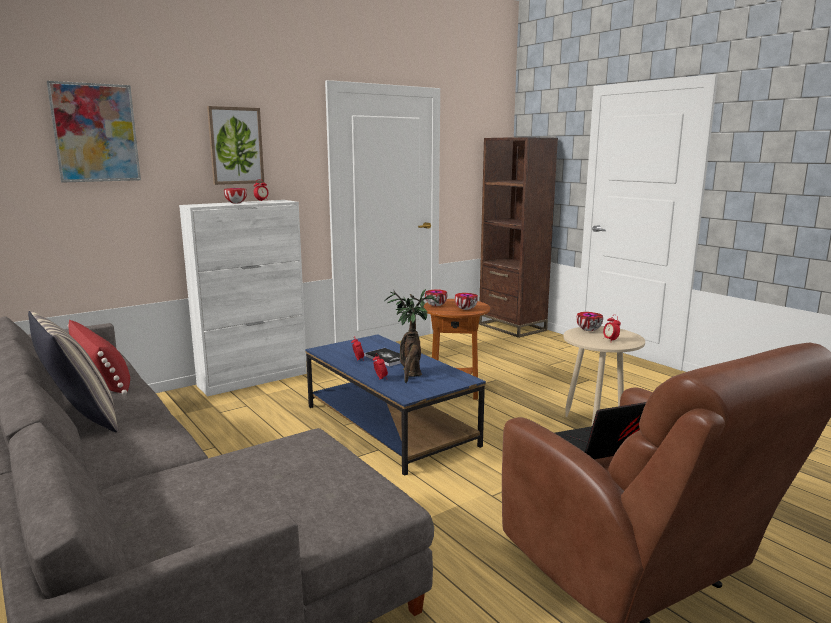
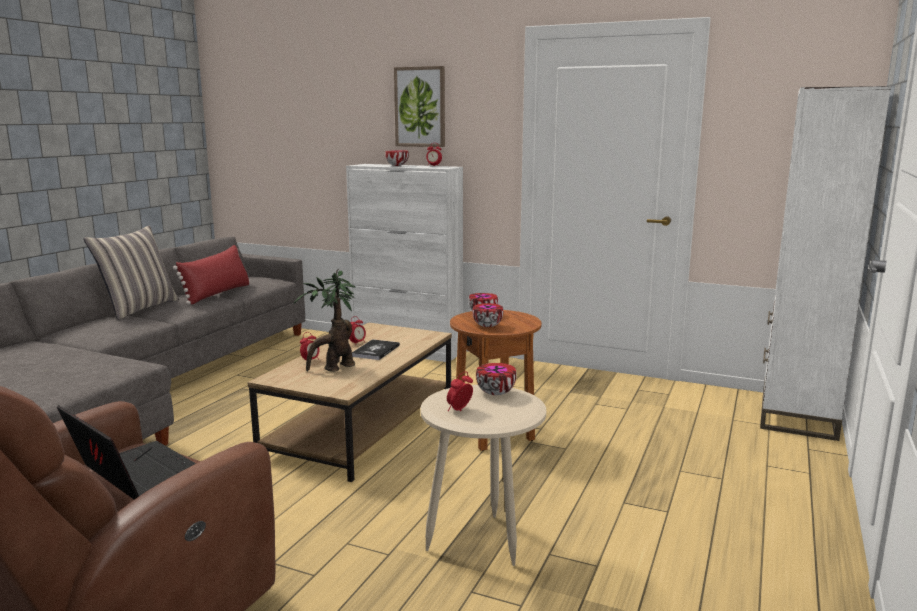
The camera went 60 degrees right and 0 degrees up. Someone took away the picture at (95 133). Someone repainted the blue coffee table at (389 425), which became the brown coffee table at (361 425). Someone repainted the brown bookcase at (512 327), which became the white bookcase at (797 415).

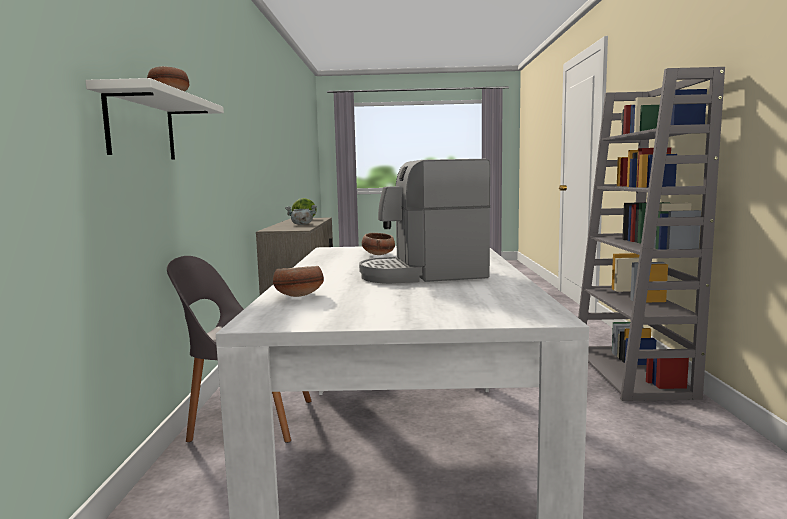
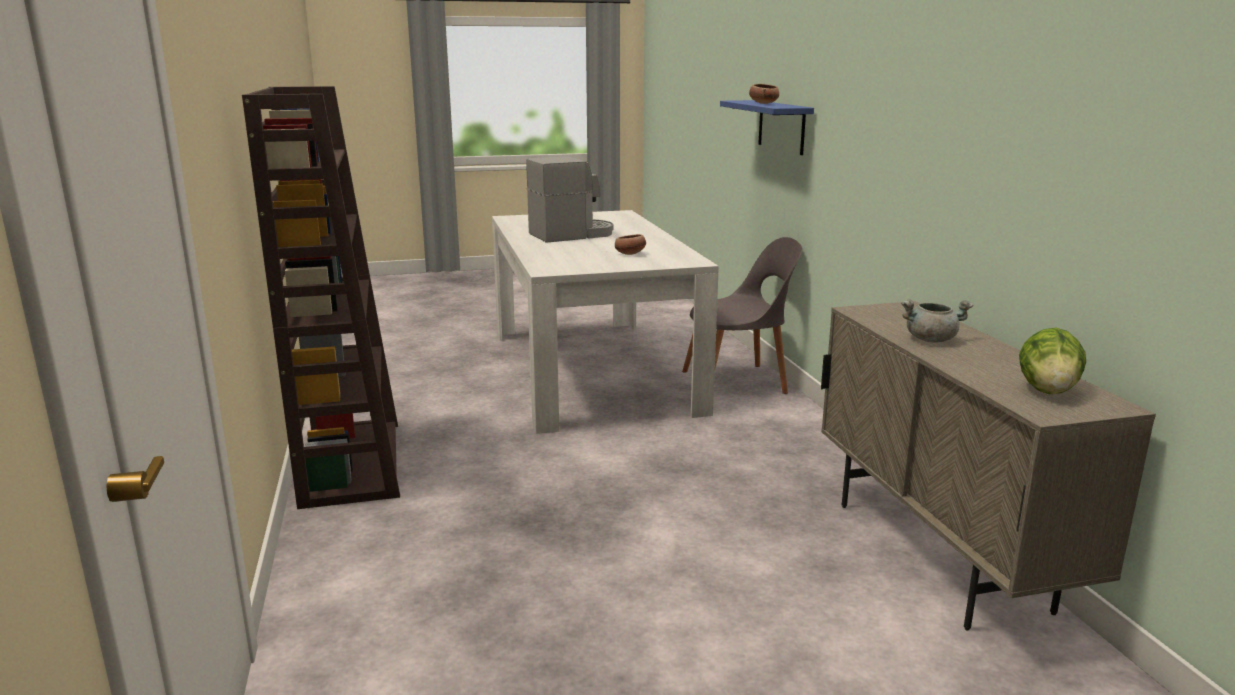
The camera went 165 degrees right and 10 degrees up. Someone took away the bowl at (298 296). Someone repainted the white shelf at (141 127), which became the blue shelf at (781 126). Someone repainted the grey bookcase at (632 373), which became the brown bookcase at (350 462).

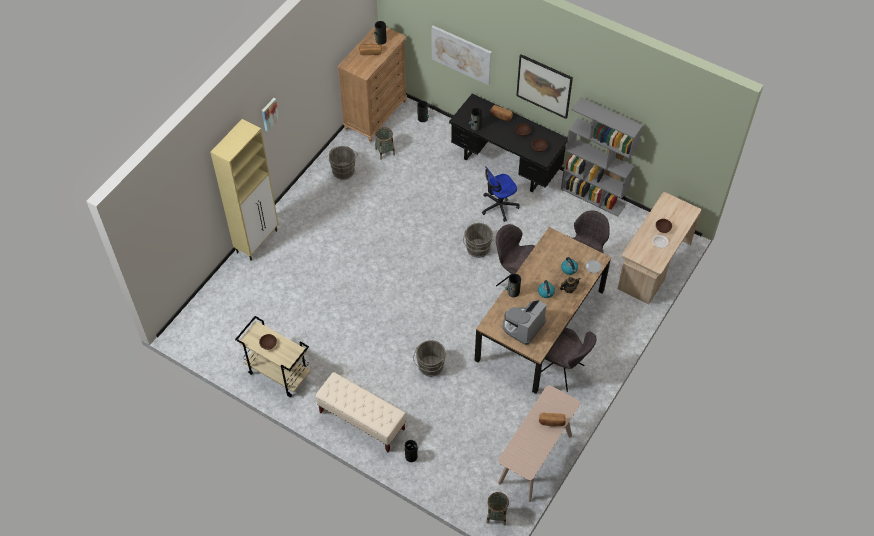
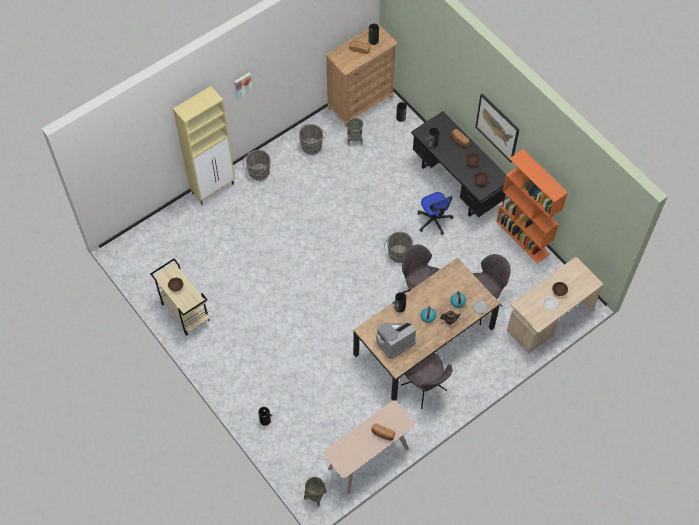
The camera went 20 degrees right and 5 degrees up. Someone took away the beige bench at (362 421). Someone took away the picture at (461 54). Someone carried the grey bucket from (430 367) to (258 173). Someone repainted the grey bookcase at (593 196), which became the orange bookcase at (523 237). Someone rotated the office chair at (499 206) by 105 degrees counterclockwise.

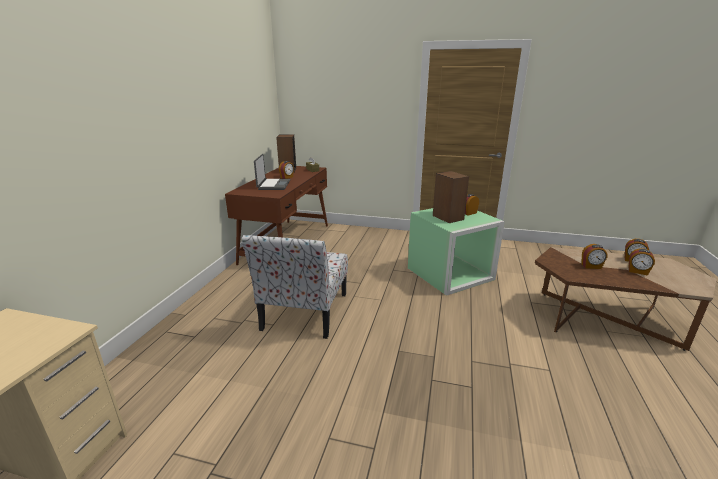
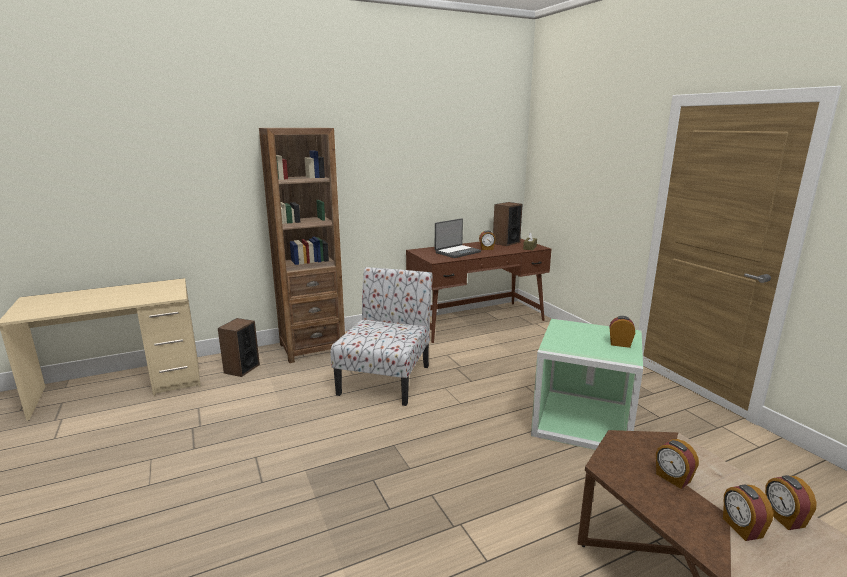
The camera went 50 degrees right and 5 degrees down. Someone put down the brown bookcase at (312 348). Someone carried the speaker from (448 217) to (241 369). Someone rotated the chair at (304 312) by 135 degrees clockwise.

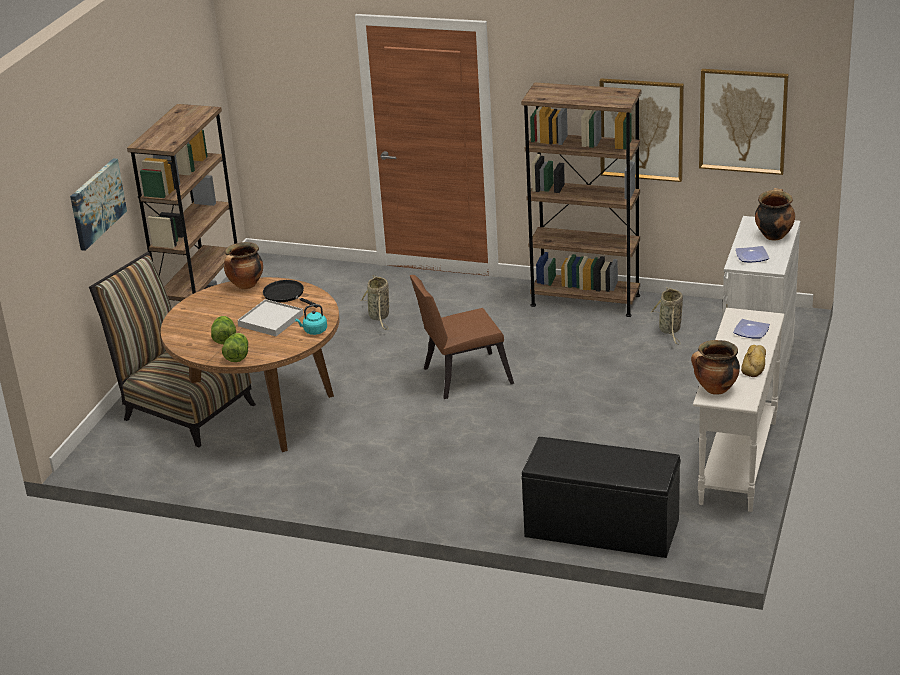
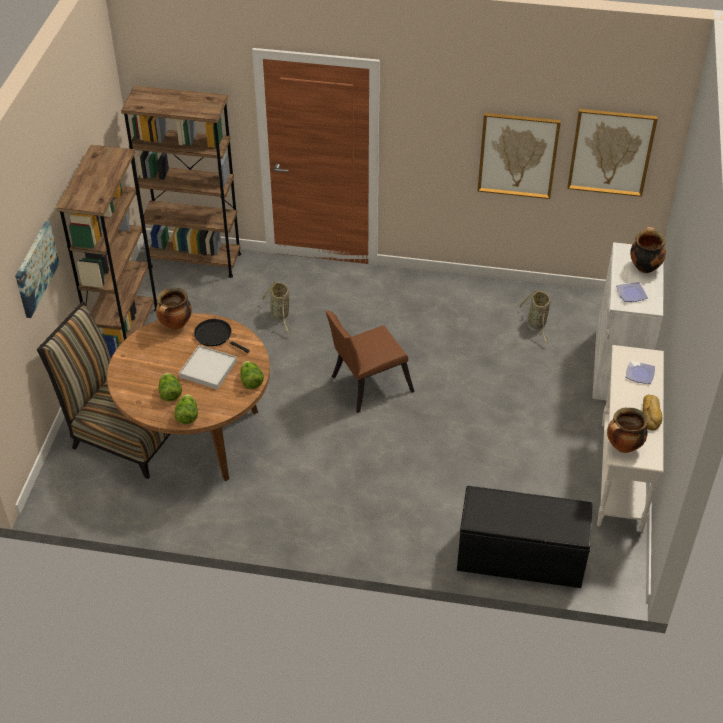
The camera went 10 degrees left and 15 degrees up. Someone carried the brown bookcase from (585 300) to (194 260). Someone swapped the turquoise kettle at (314 331) for the lettuce at (251 381).

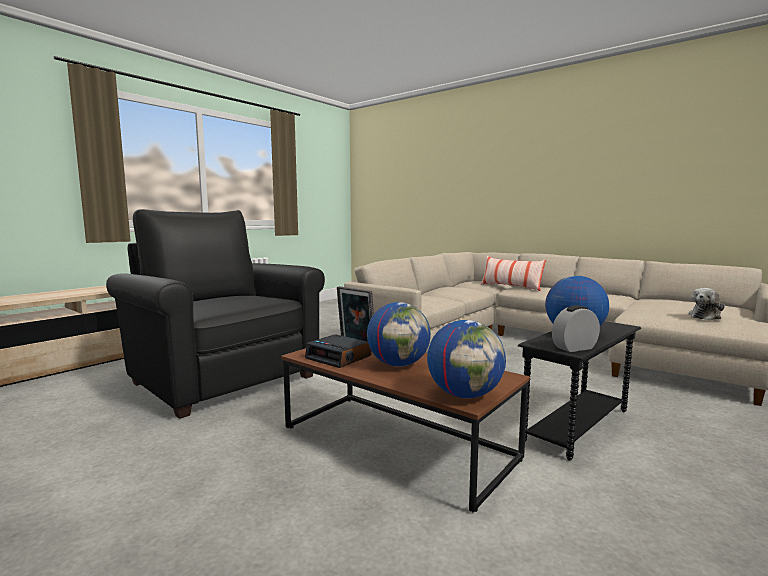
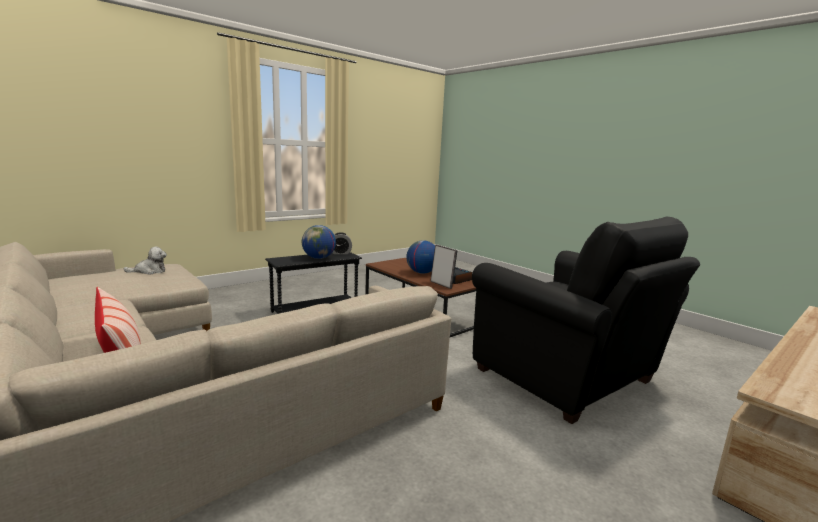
The camera went 170 degrees left and 5 degrees up. Someone took away the globe at (465 395).

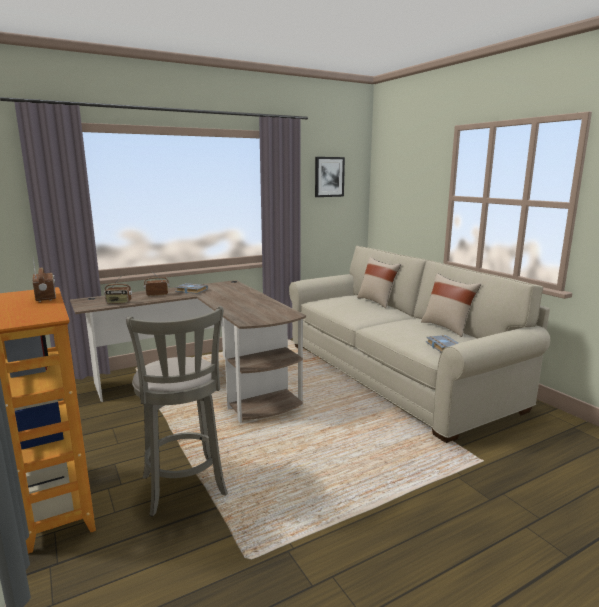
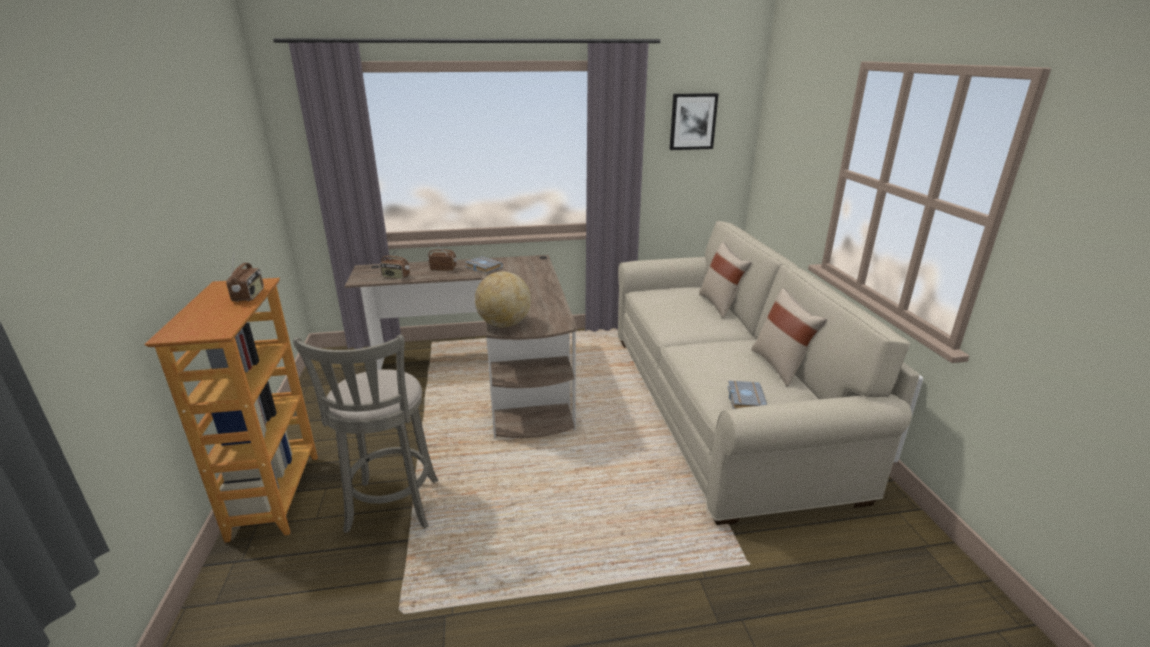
The camera went 20 degrees right and 10 degrees up. Someone put down the globe at (504 324).

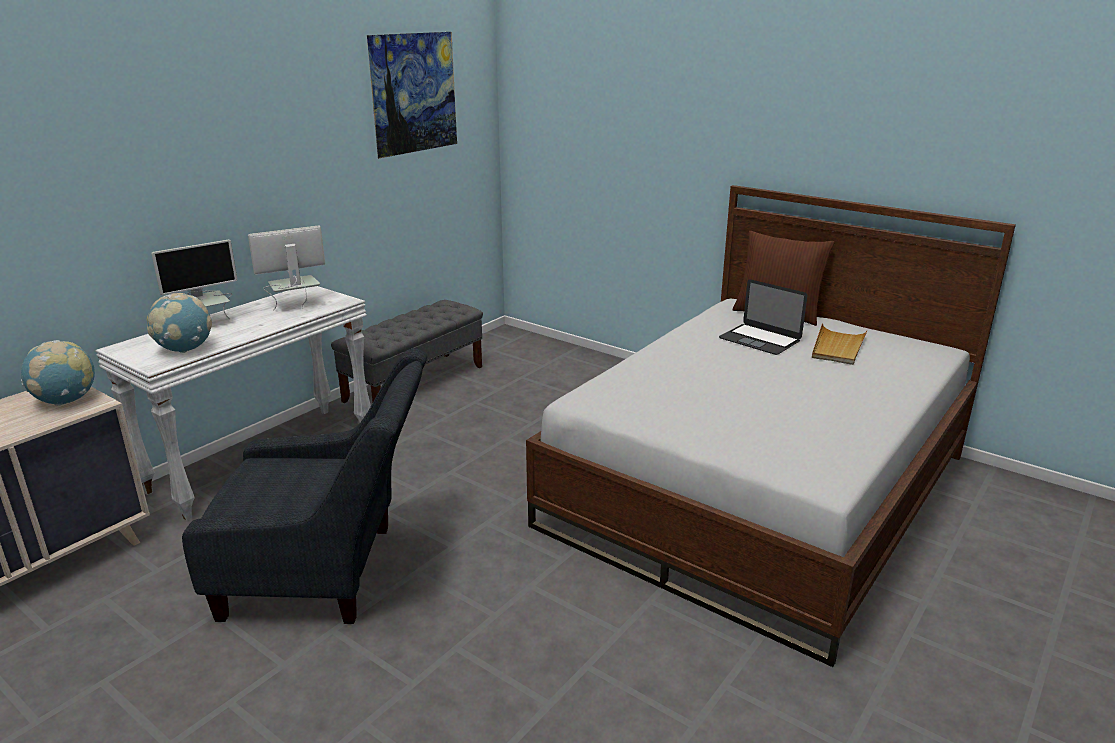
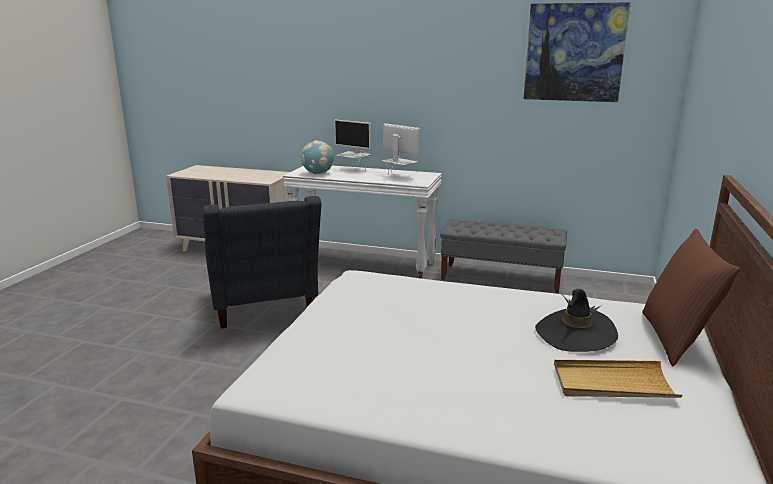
The camera went 70 degrees right and 5 degrees down. Someone took away the globe at (66 401). Someone swapped the laptop at (760 339) for the black hat at (575 334).

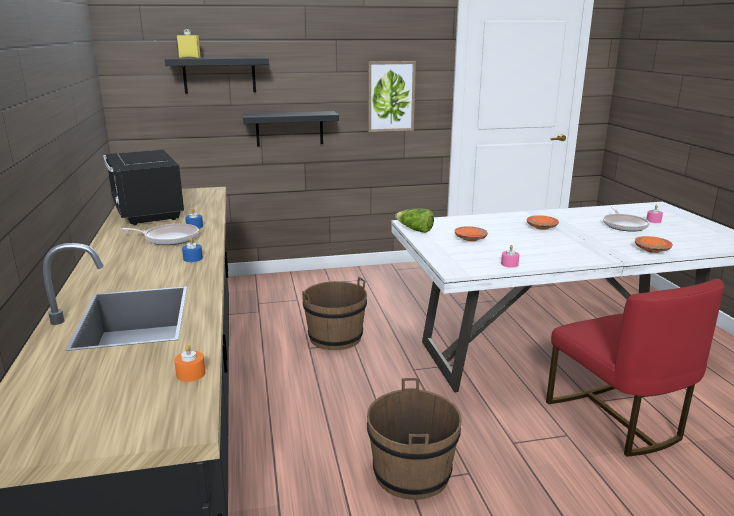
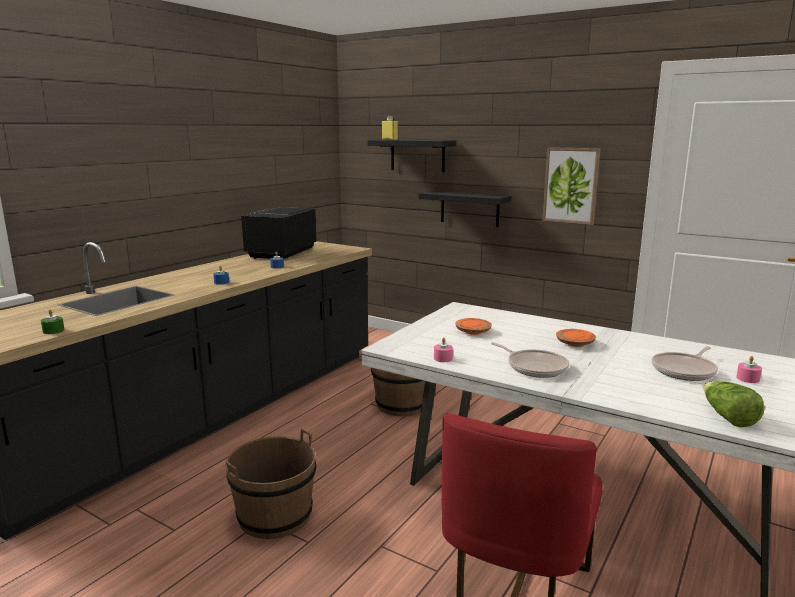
The camera went 45 degrees right and 5 degrees down. Someone took away the orange plate at (652 249). Someone carried the frying pan from (169 238) to (534 367). Someone carried the lettuce from (414 230) to (727 417). Someone repainted the orange candle at (191 374), which became the green candle at (53 331).

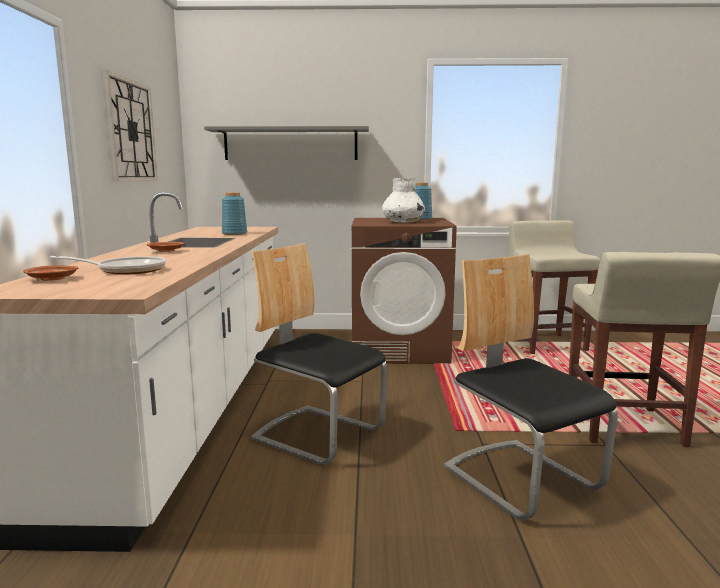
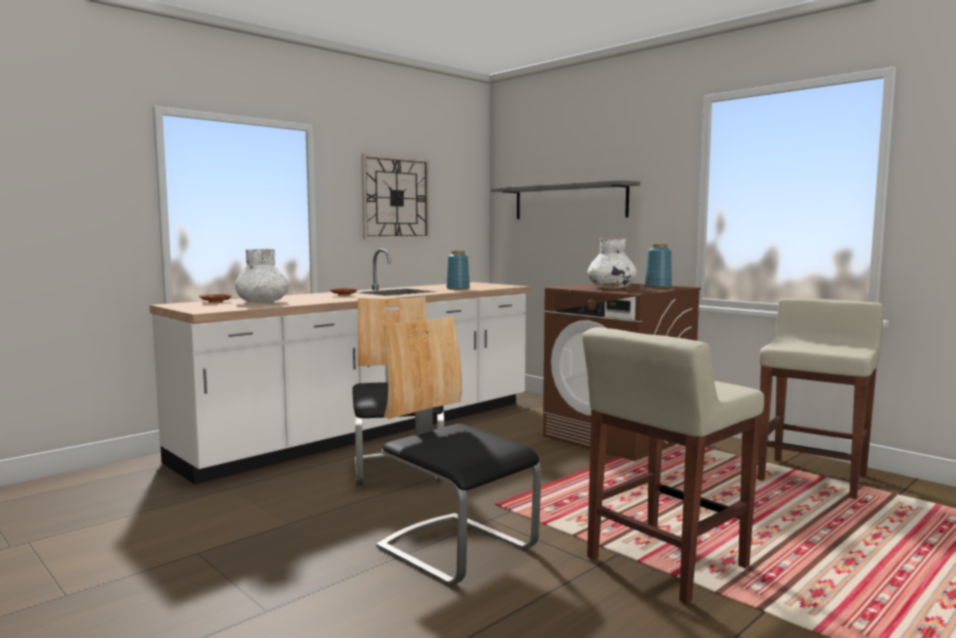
The camera went 45 degrees right and 5 degrees down. Someone swapped the frying pan at (126 270) for the white vase at (262 302). Someone rotated the chair at (521 478) by 60 degrees counterclockwise.

